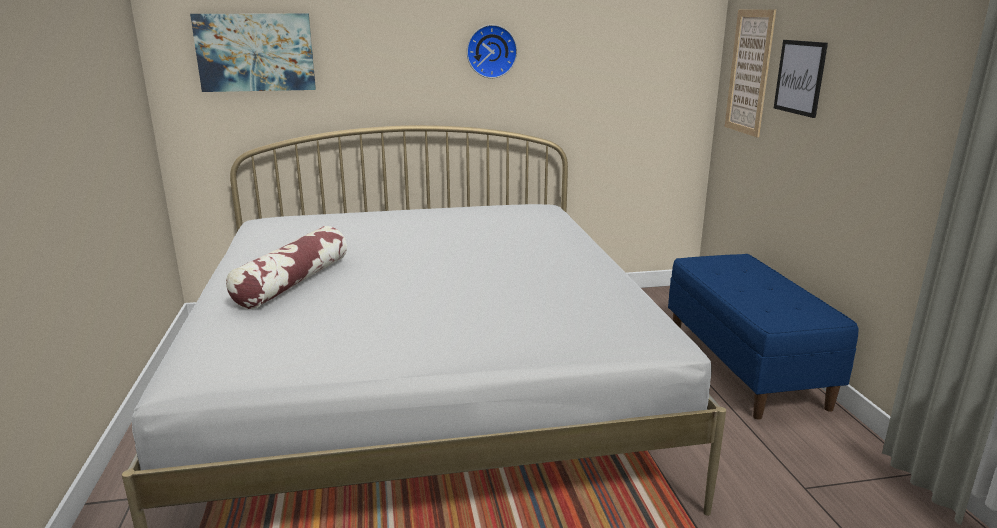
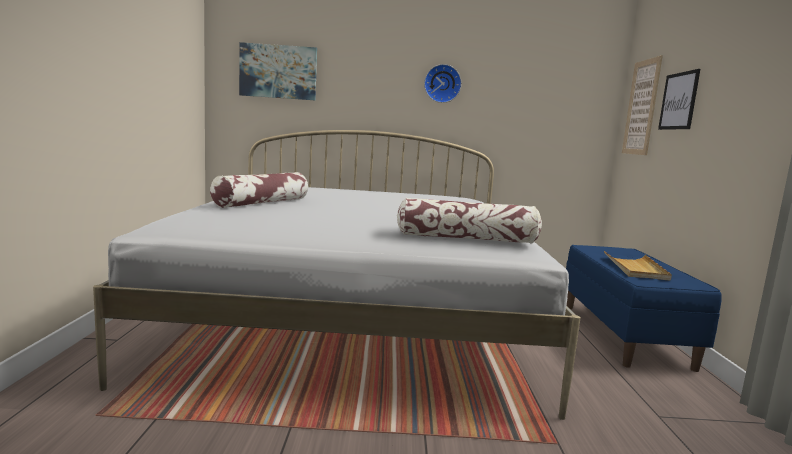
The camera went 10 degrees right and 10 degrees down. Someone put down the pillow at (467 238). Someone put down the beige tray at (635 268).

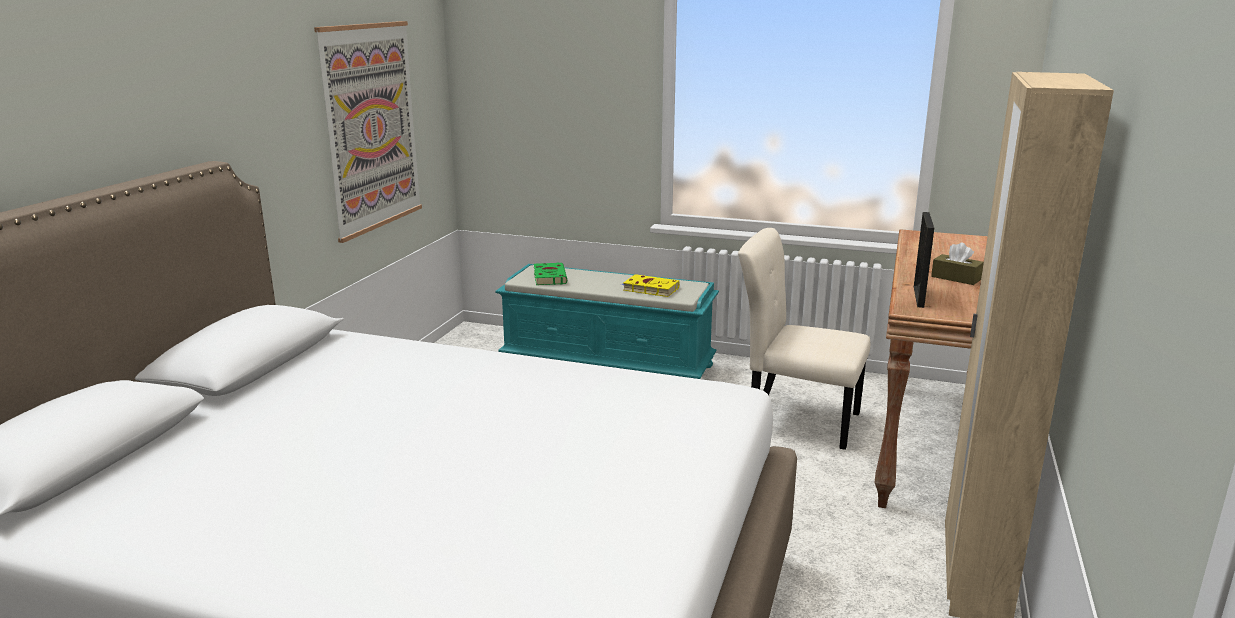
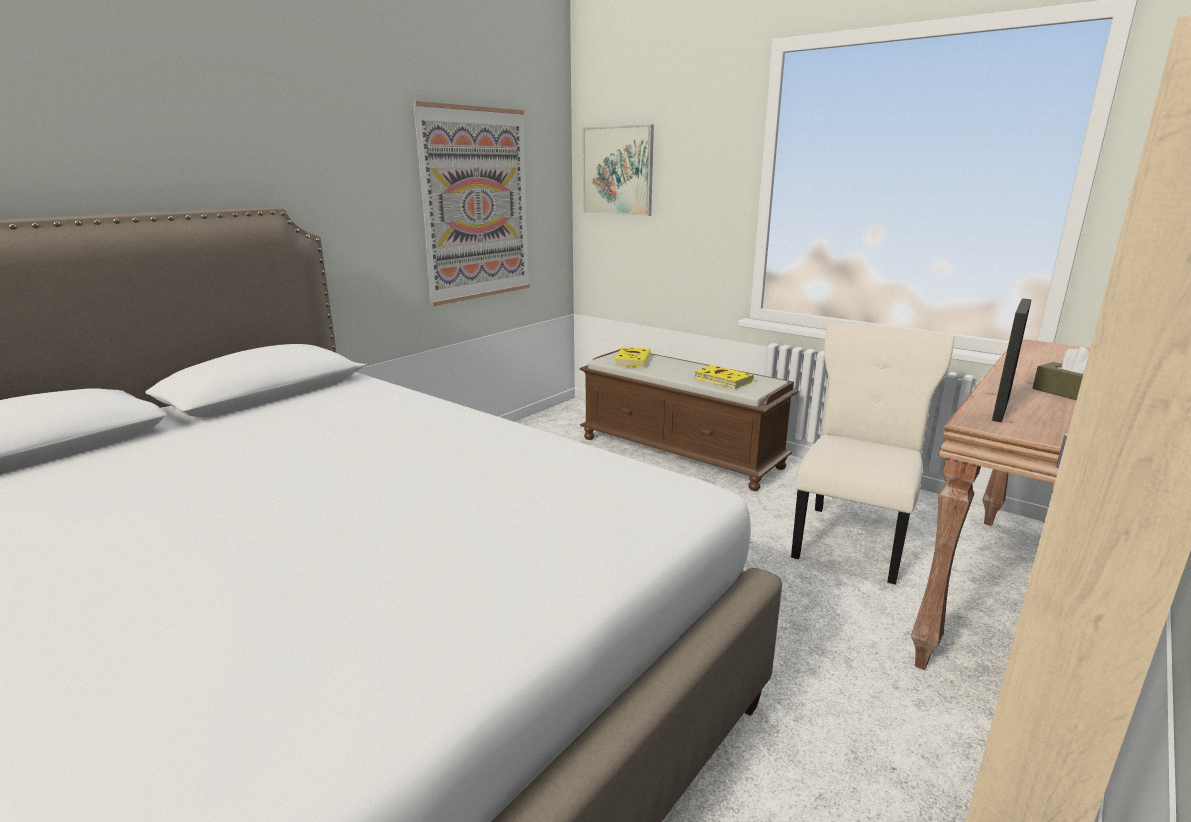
The camera went 20 degrees right and 0 degrees up. Someone put up the picture at (617 171). Someone repainted the turquoise bench at (609 364), which became the brown bench at (681 452). Someone repainted the green book at (549 277), which became the yellow book at (632 360). Someone rotated the beige chair at (796 420) by 75 degrees clockwise.

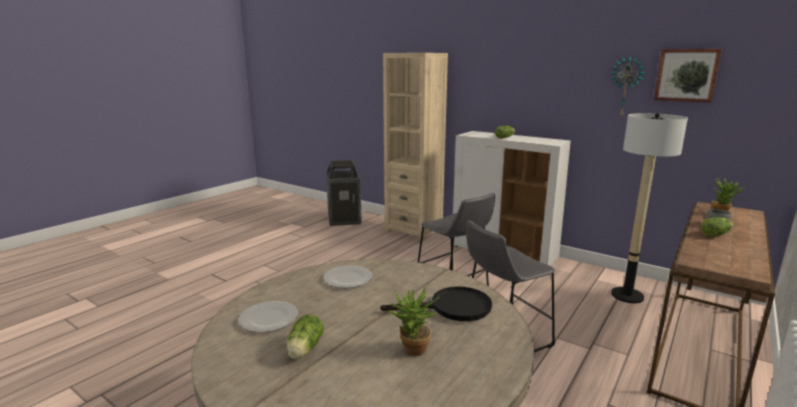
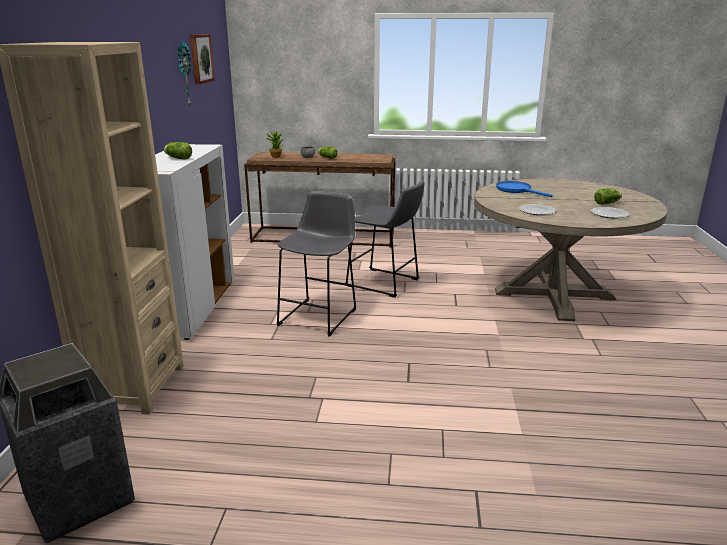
The camera went 120 degrees left and 5 degrees up. Someone took away the potted plant at (412 351). Someone took away the floor lamp at (627 296). Someone repainted the black frying pan at (452 308), which became the blue frying pan at (517 190).

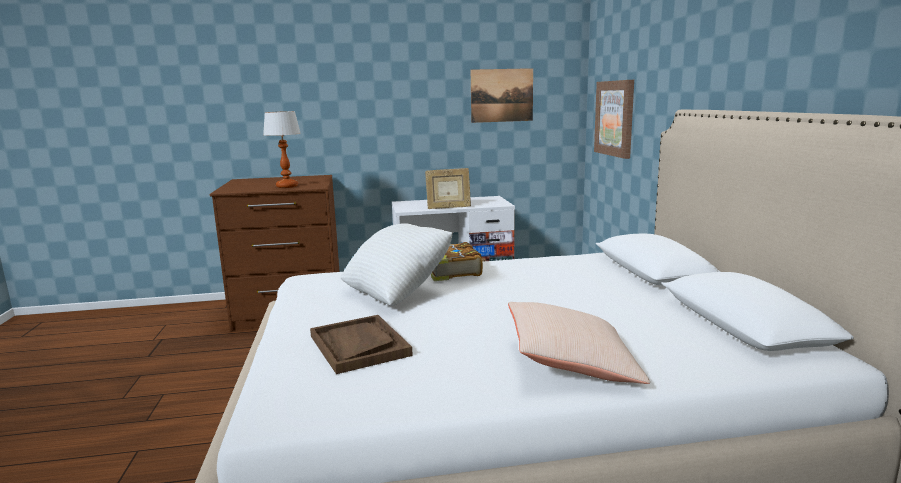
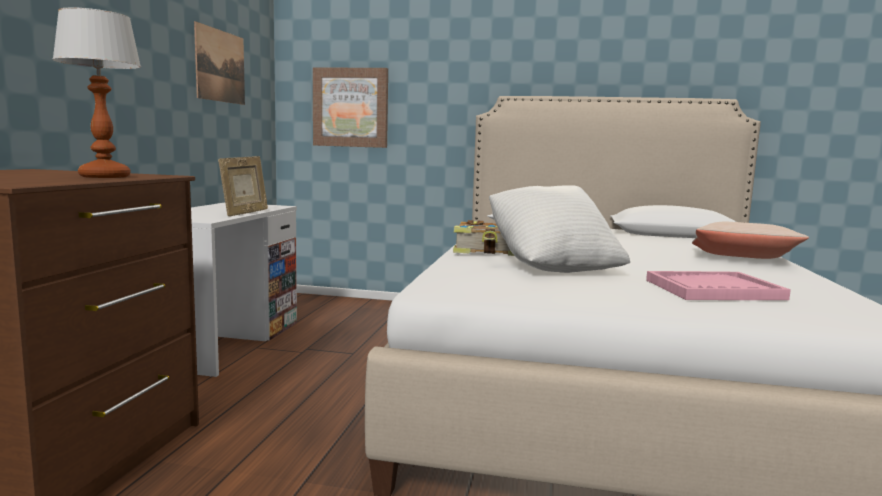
The camera went 70 degrees left and 5 degrees down. Someone repainted the brown tray at (359 345), which became the pink tray at (713 289).

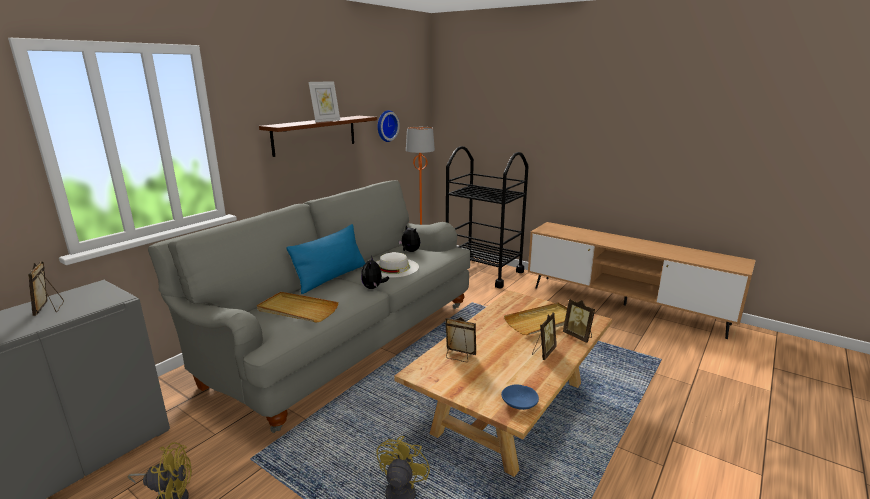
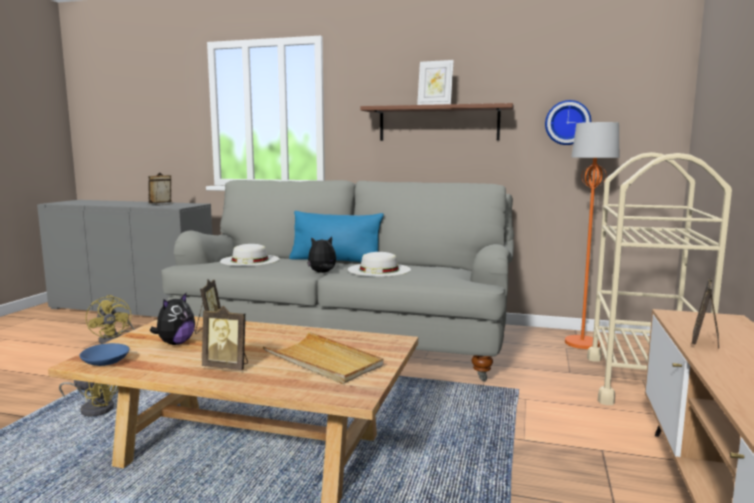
The camera went 70 degrees right and 10 degrees down. Someone carried the plush toy from (409 251) to (175 343). Someone carried the picture frame from (578 336) to (705 342). Someone swapped the beige tray at (297 310) for the white hat at (250 260). Someone repainted the black cart at (483 272), which became the beige cart at (642 383).

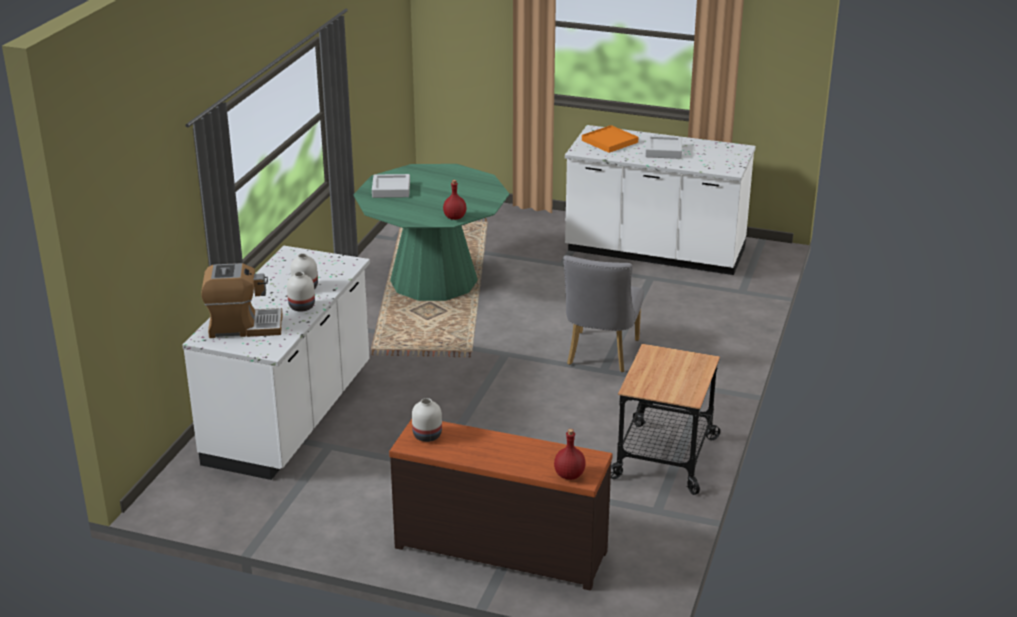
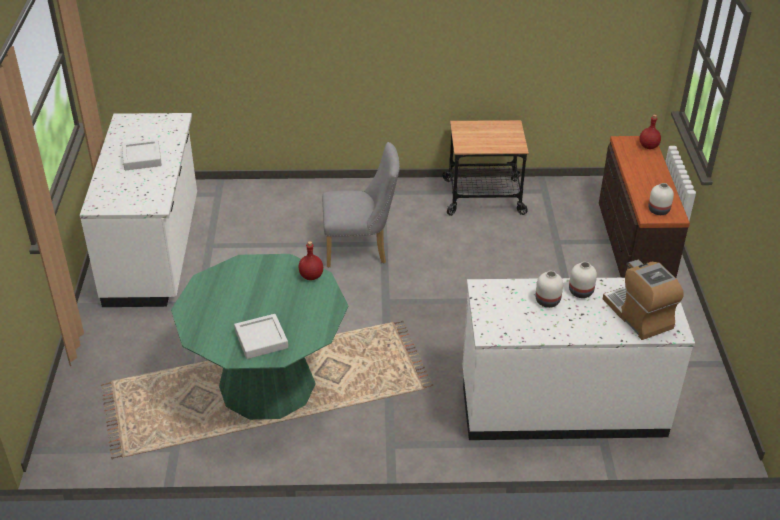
The camera went 110 degrees left and 10 degrees up. Someone took away the orange tray at (610 141).

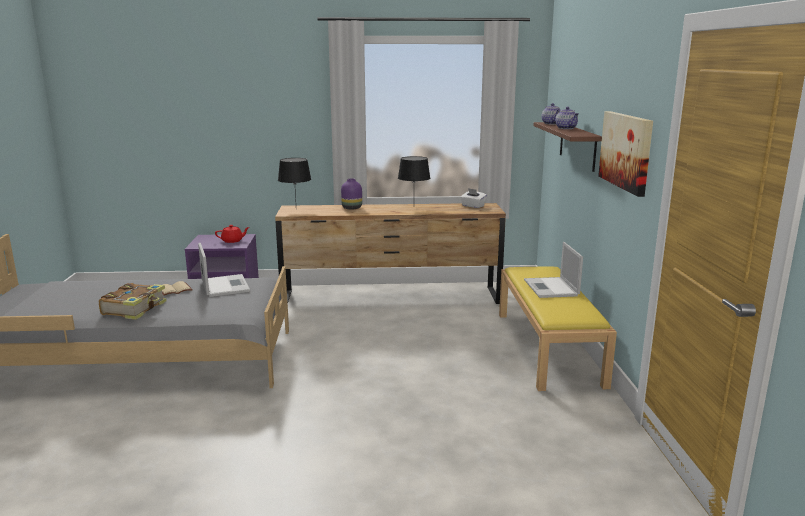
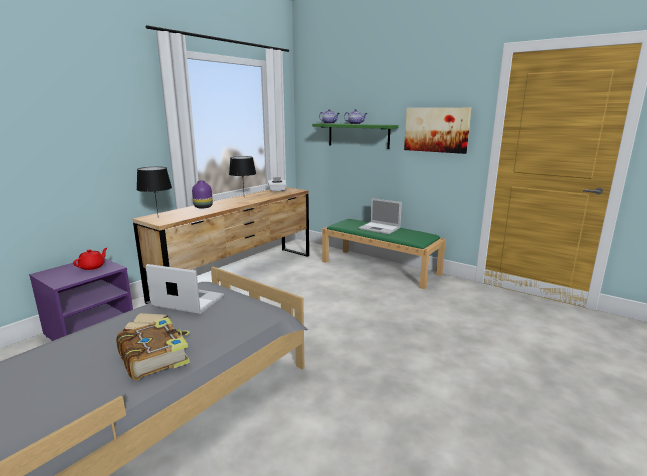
The camera went 50 degrees left and 0 degrees up. Someone repainted the yellow bench at (548 348), which became the green bench at (380 267). Someone repainted the brown shelf at (577 145), which became the green shelf at (358 135).

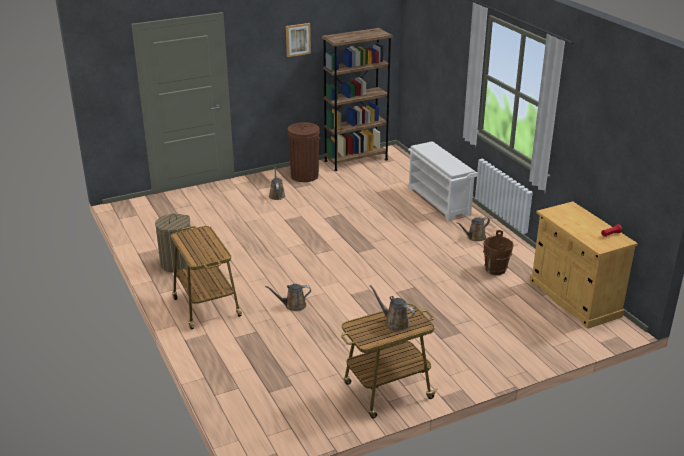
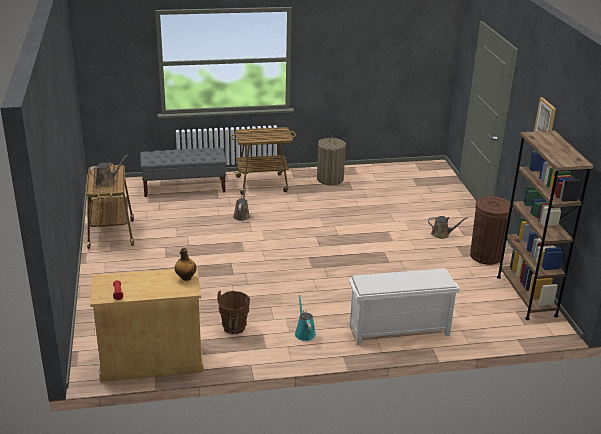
The camera went 105 degrees right and 0 degrees up. Someone put down the grey bench at (184 187). Someone put down the bottle at (186 278). Someone repainted the brown watering can at (474 237), which became the turquoise watering can at (304 333).

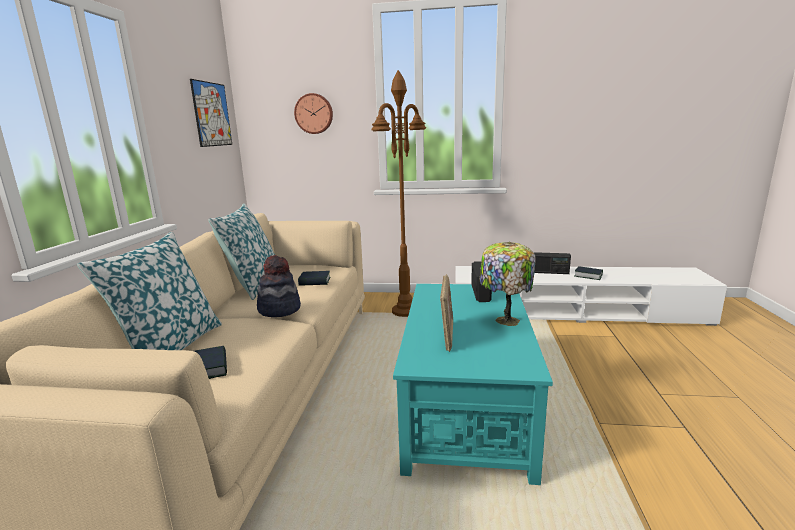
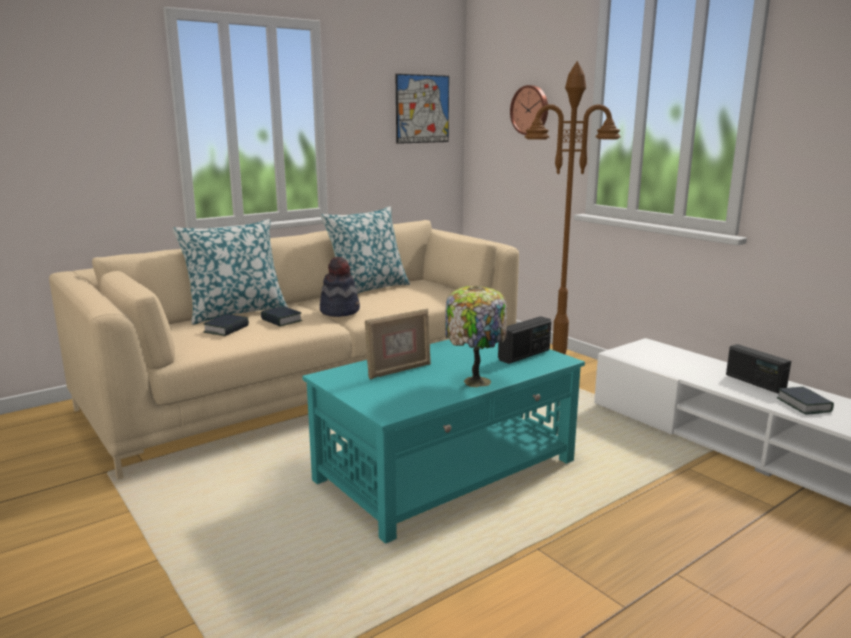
The camera went 45 degrees right and 0 degrees up. Someone carried the book from (314 282) to (281 320).

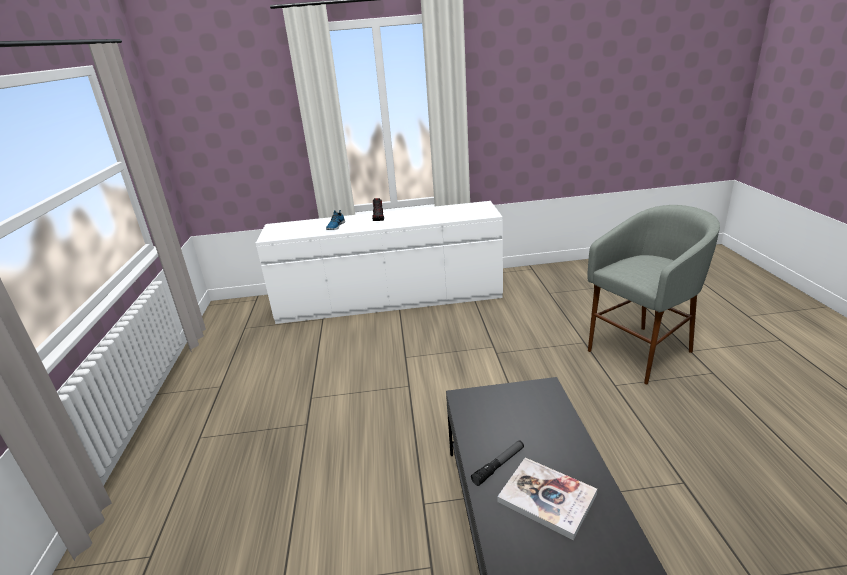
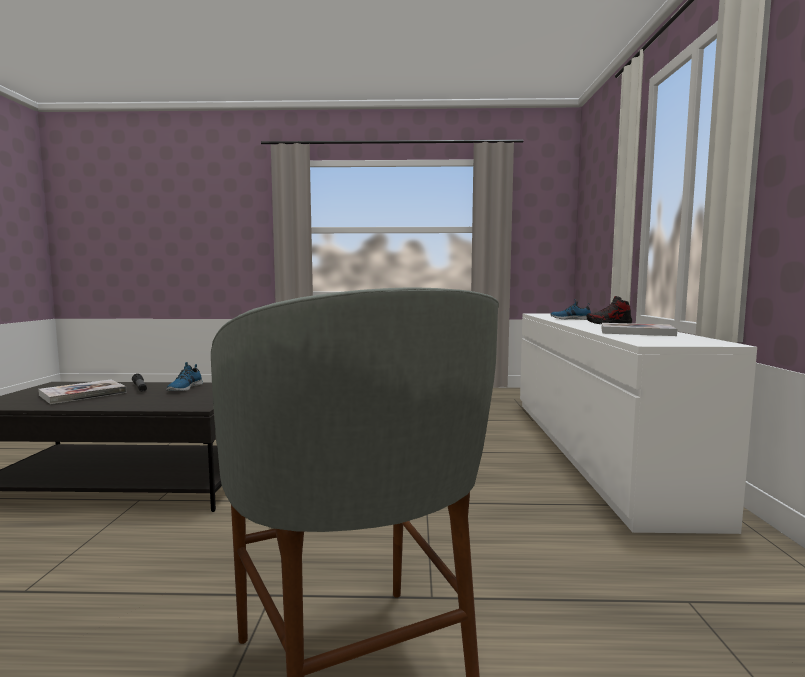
The camera went 95 degrees right and 20 degrees down. Someone put down the shoe at (184 388). Someone put down the book at (636 332).

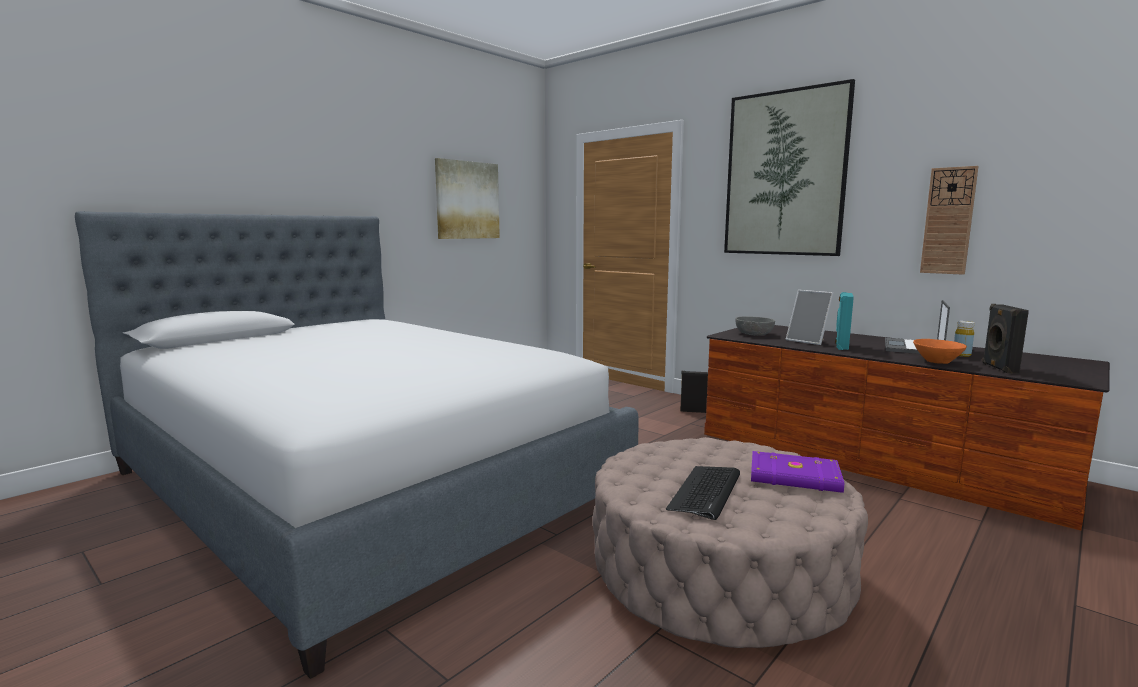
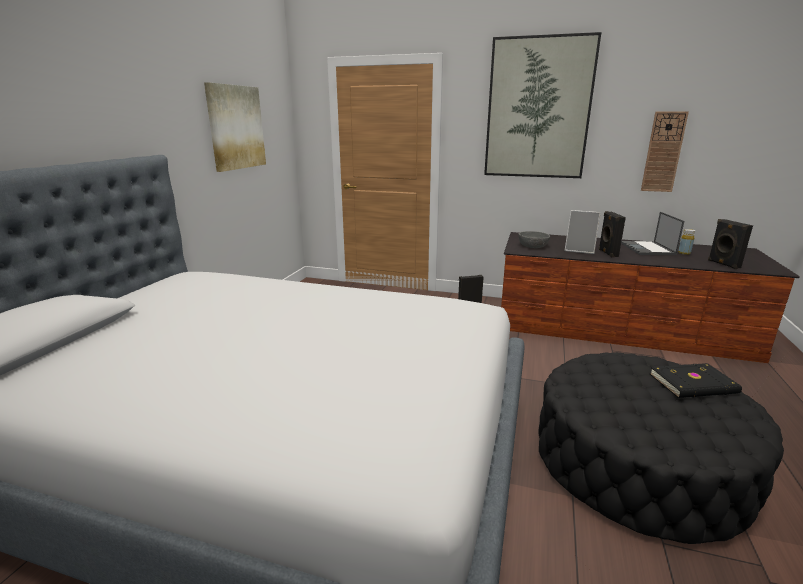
The camera went 25 degrees left and 10 degrees up. Someone took away the keyboard at (706 492). Someone took away the orange bowl at (937 362). Someone repainted the beige ottoman at (718 571), which became the black ottoman at (638 464). Someone repainted the purple book at (795 477), which became the black book at (694 384). Someone repainted the turquoise speaker at (841 346), which became the black speaker at (607 253).

